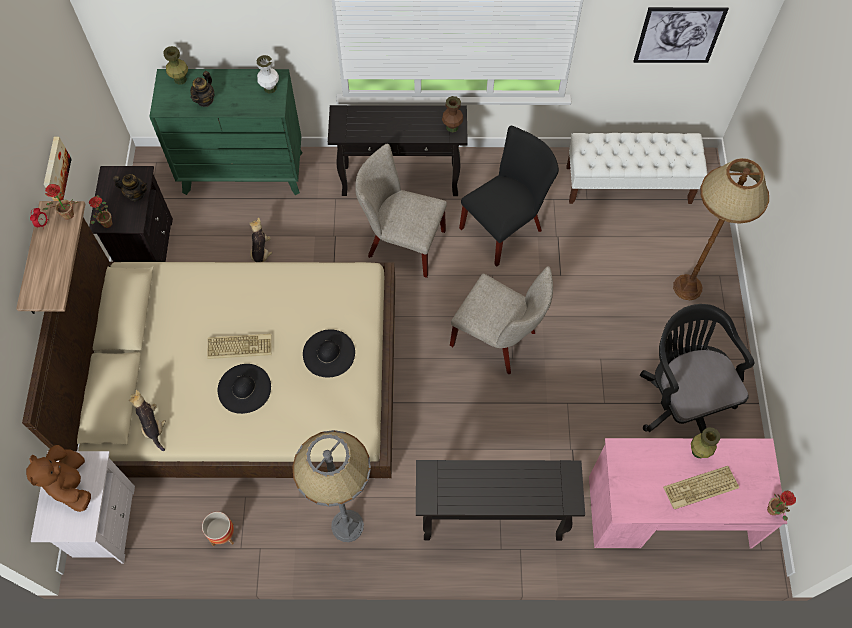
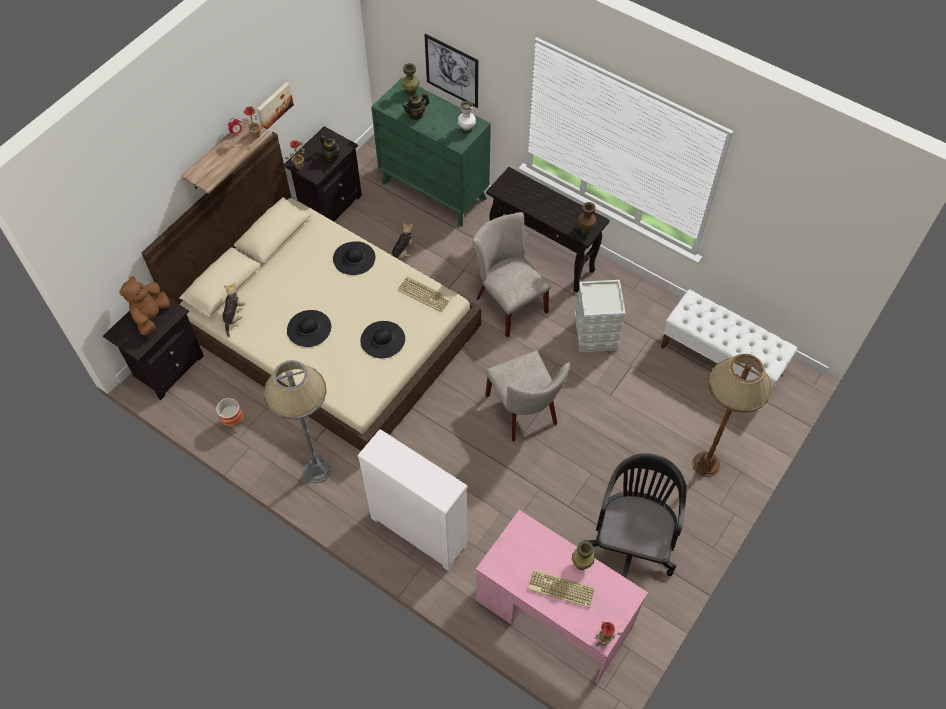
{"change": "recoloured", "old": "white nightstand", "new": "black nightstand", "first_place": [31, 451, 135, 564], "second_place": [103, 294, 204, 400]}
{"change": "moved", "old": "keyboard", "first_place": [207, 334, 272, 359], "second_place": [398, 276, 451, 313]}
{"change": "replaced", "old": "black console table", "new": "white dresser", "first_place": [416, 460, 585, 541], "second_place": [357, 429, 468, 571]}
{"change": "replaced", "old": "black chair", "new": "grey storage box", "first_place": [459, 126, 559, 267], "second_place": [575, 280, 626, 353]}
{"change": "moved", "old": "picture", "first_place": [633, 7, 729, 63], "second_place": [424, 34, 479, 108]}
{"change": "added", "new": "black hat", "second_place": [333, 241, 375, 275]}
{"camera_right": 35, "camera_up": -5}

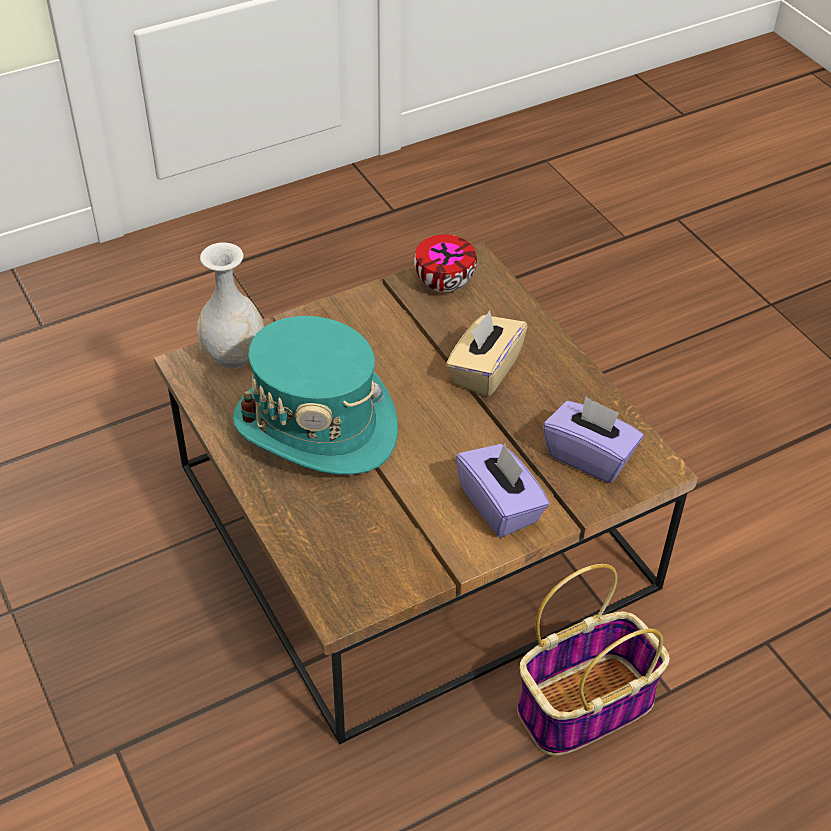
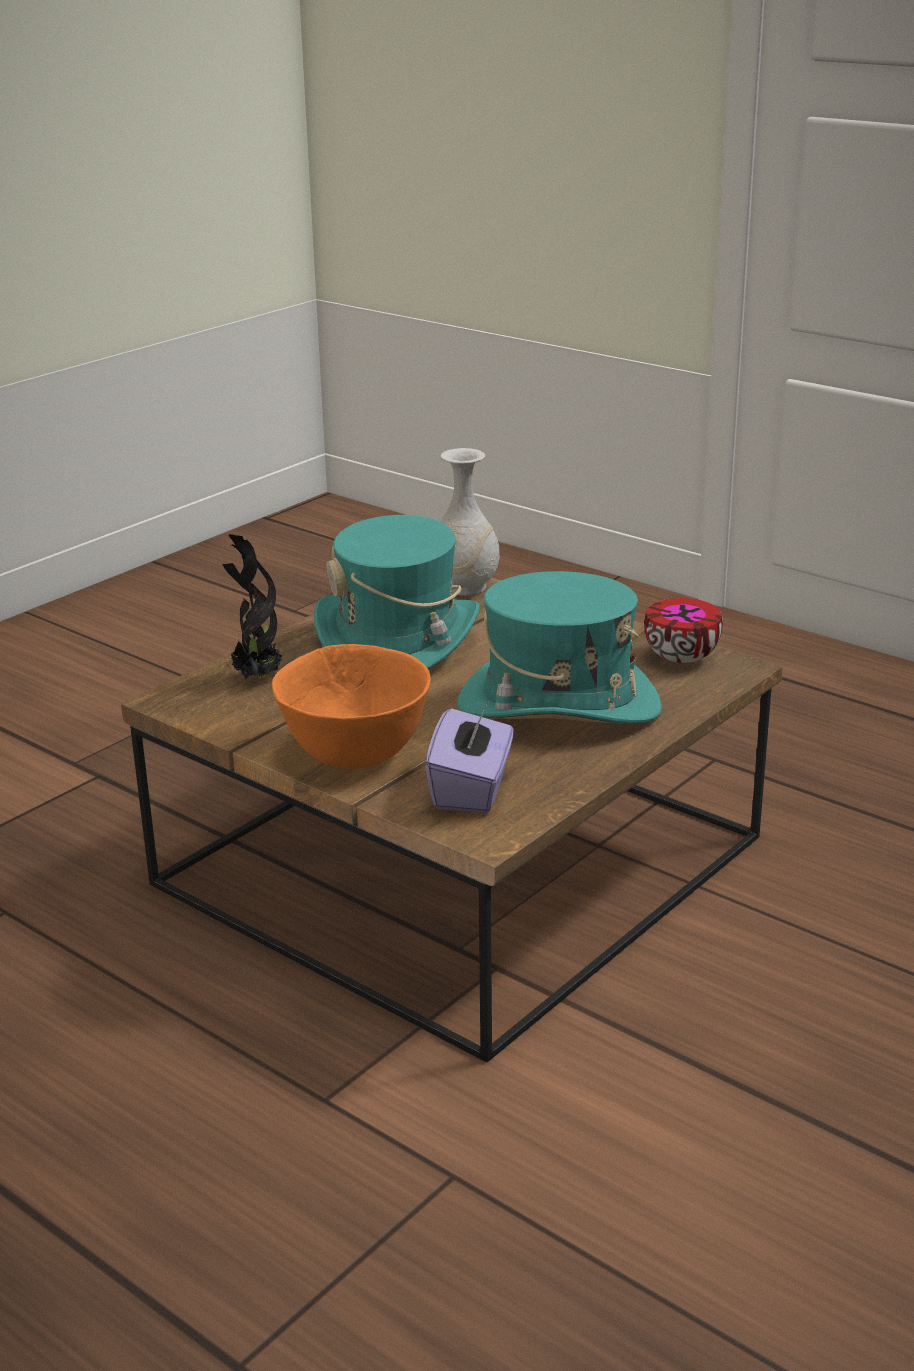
{"change": "replaced", "old": "beige tissue box", "new": "turquoise hat", "first_place": [446, 311, 528, 397], "second_place": [457, 571, 662, 724]}
{"change": "replaced", "old": "purple tissue box", "new": "orange bowl", "first_place": [456, 443, 550, 538], "second_place": [272, 644, 431, 769]}
{"change": "removed", "old": "basket", "first_place": [517, 564, 670, 756]}
{"change": "added", "new": "potted plant", "second_place": [222, 534, 282, 679]}
{"camera_right": 70, "camera_up": -20}

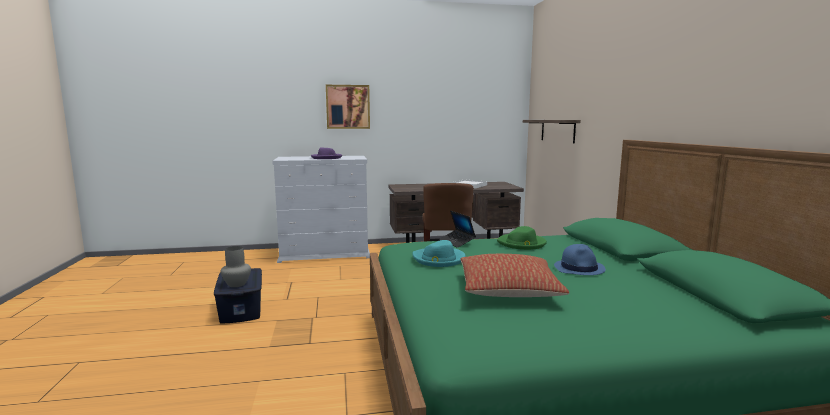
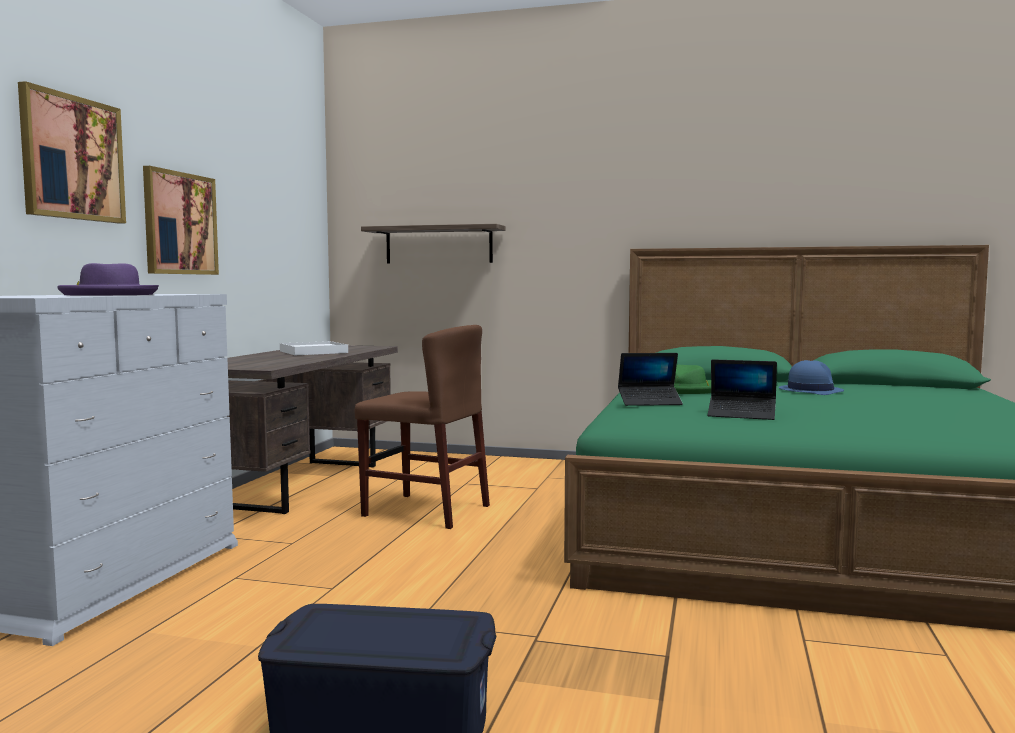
{"change": "removed", "old": "grey vase", "first_place": [221, 246, 251, 287]}
{"change": "replaced", "old": "turquoise hat", "new": "laptop", "first_place": [412, 240, 466, 267], "second_place": [707, 359, 777, 420]}
{"change": "removed", "old": "pillow", "first_place": [461, 254, 569, 297]}
{"change": "added", "new": "picture", "second_place": [143, 166, 219, 275]}
{"camera_right": -65, "camera_up": -5}

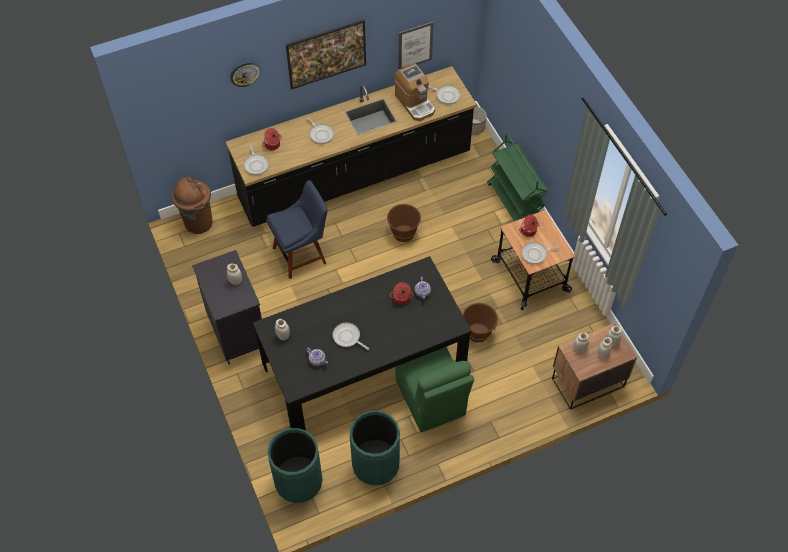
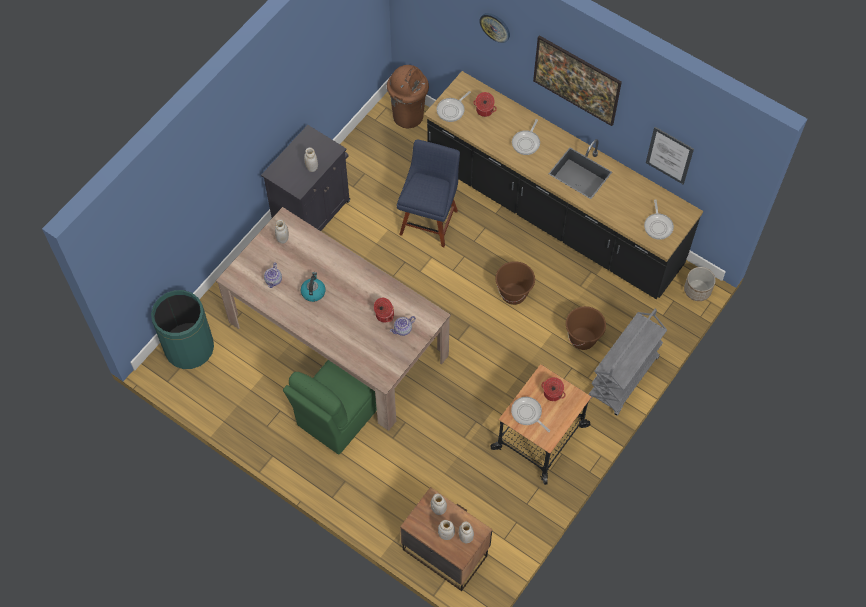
{"change": "recoloured", "old": "black dining table", "new": "beige dining table", "first_place": [253, 256, 472, 431], "second_place": [216, 207, 451, 431]}
{"change": "turned", "old": "blue chair", "first_place": [266, 180, 328, 279], "second_place": [397, 140, 460, 247], "degrees": -105}
{"change": "replaced", "old": "frying pan", "new": "kettle", "first_place": [333, 323, 369, 350], "second_place": [301, 272, 326, 302]}
{"change": "removed", "old": "green trash can", "first_place": [350, 411, 400, 486]}
{"change": "removed", "old": "coffee machine", "first_place": [395, 63, 435, 121]}
{"change": "moved", "old": "brown bucket", "first_place": [462, 303, 498, 343], "second_place": [566, 306, 606, 350]}
{"change": "recoloured", "old": "green cart", "new": "grey cart", "first_place": [487, 134, 548, 221], "second_place": [588, 309, 667, 416]}
{"camera_right": 60, "camera_up": 5}

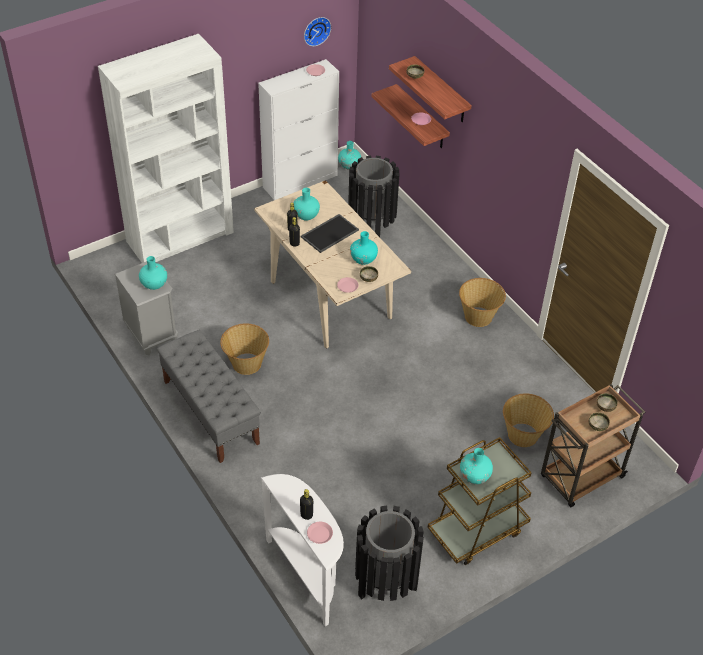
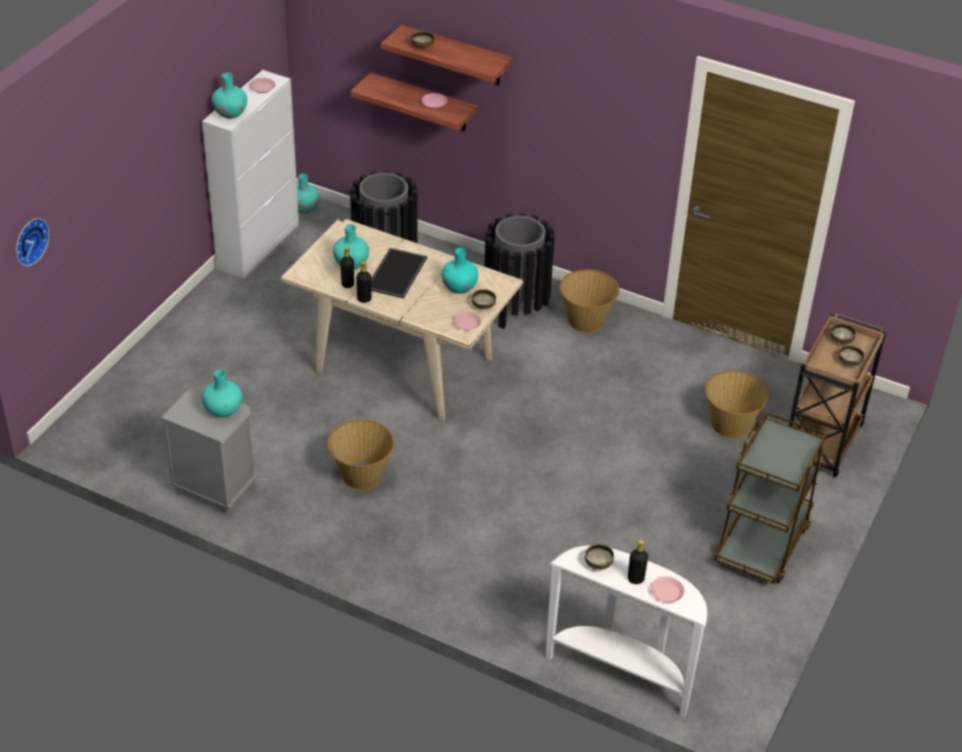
{"change": "removed", "old": "white bookcase", "first_place": [98, 34, 234, 263]}
{"change": "removed", "old": "grey bench", "first_place": [157, 330, 261, 463]}
{"change": "moved", "old": "wall clock", "first_place": [304, 17, 331, 46], "second_place": [16, 218, 49, 266]}
{"change": "moved", "old": "black trash can", "first_place": [355, 506, 424, 601], "second_place": [484, 213, 555, 329]}
{"change": "moved", "old": "turquoise vase", "first_place": [460, 448, 493, 484], "second_place": [212, 73, 247, 119]}
{"change": "added", "new": "bowl", "second_place": [585, 544, 614, 570]}
{"camera_right": -30, "camera_up": -5}

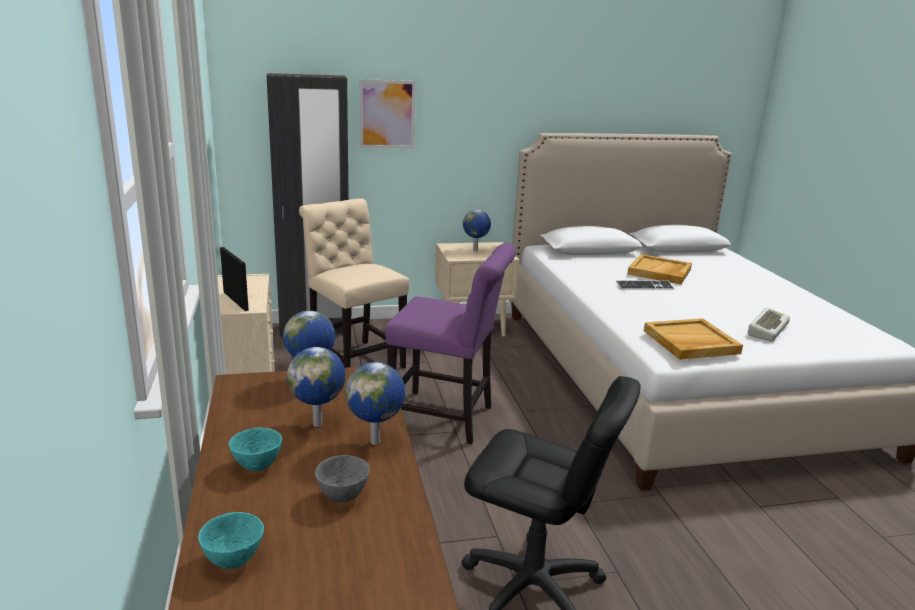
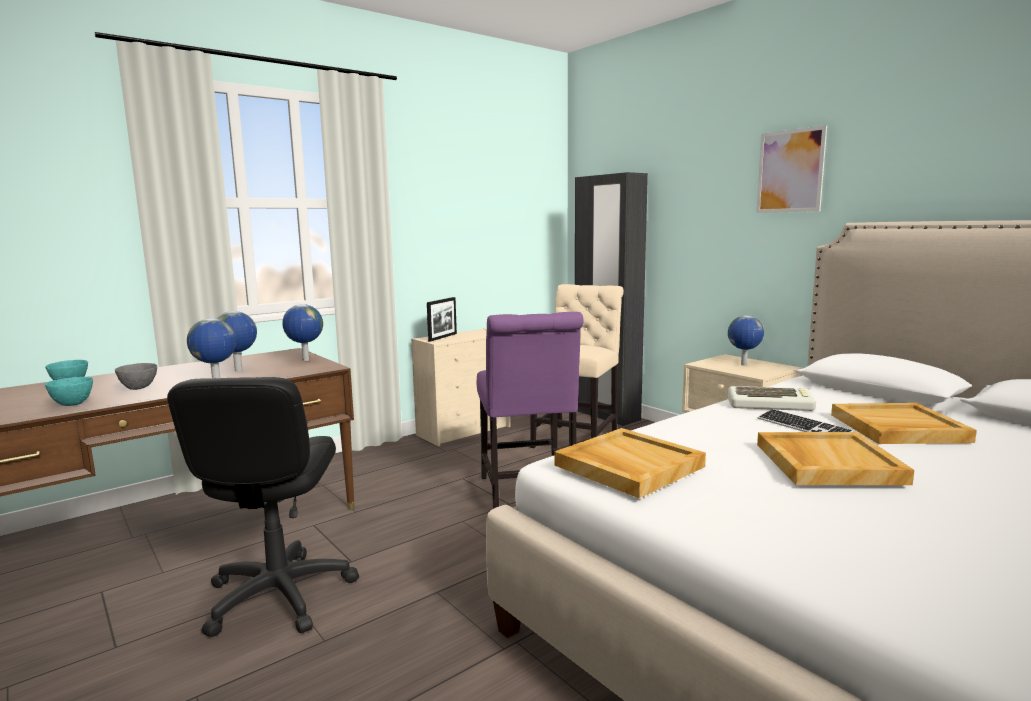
{"change": "moved", "old": "turquoise bowl", "first_place": [229, 427, 282, 471], "second_place": [45, 377, 93, 406]}
{"change": "moved", "old": "picture", "first_place": [360, 79, 416, 148], "second_place": [756, 125, 827, 213]}
{"change": "moved", "old": "keyboard", "first_place": [748, 307, 790, 341], "second_place": [728, 386, 816, 411]}
{"change": "added", "new": "beige tray", "second_place": [757, 432, 914, 485]}
{"camera_right": 65, "camera_up": -10}

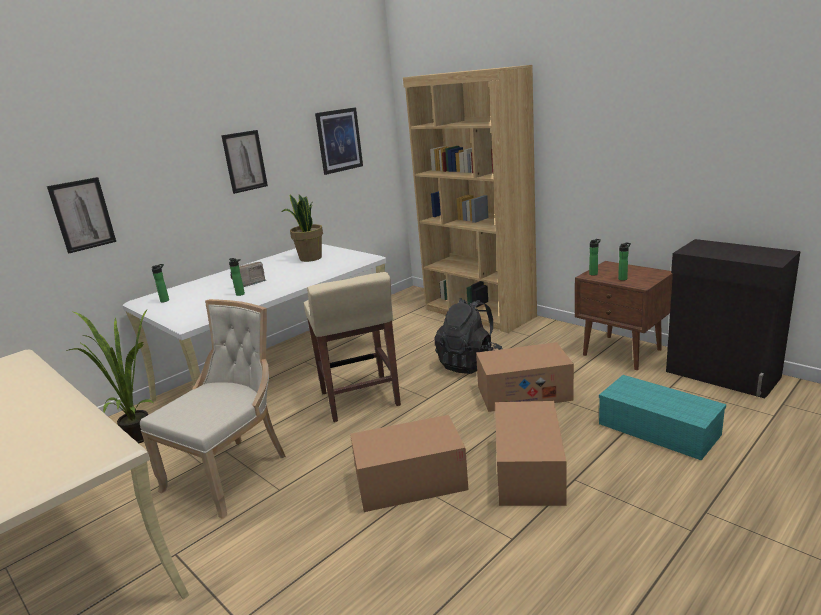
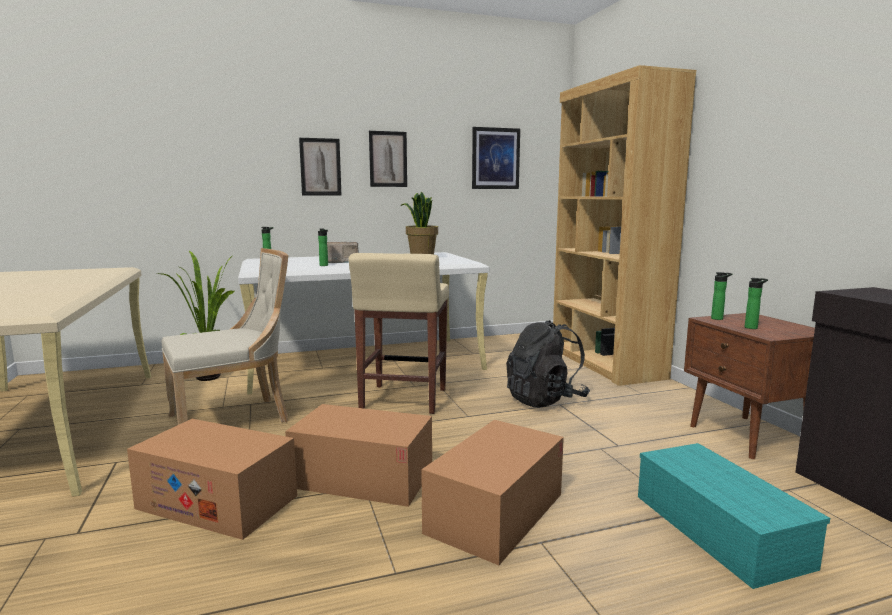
{"change": "moved", "old": "picture", "first_place": [47, 177, 116, 254], "second_place": [299, 138, 342, 196]}
{"change": "moved", "old": "cardboard box", "first_place": [476, 342, 574, 412], "second_place": [127, 419, 297, 540]}
{"camera_right": 25, "camera_up": -10}

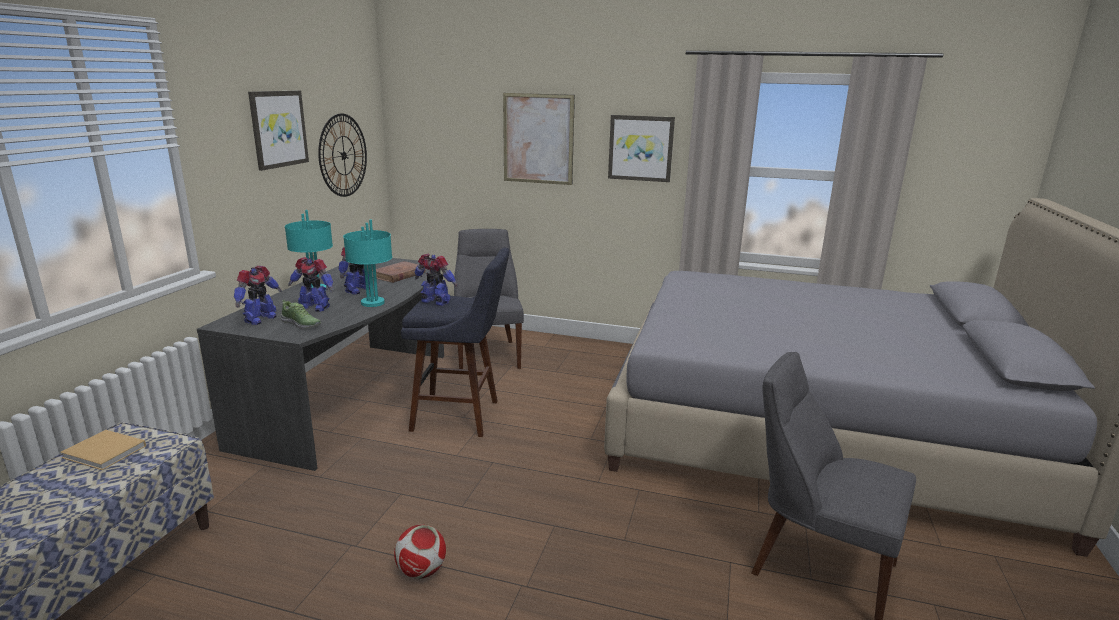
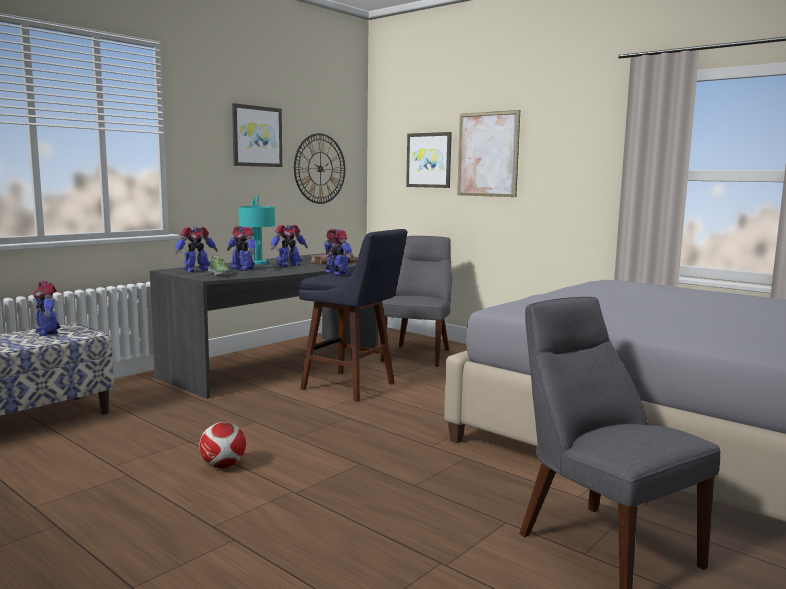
{"change": "replaced", "old": "beige book", "new": "toy robot", "first_place": [60, 430, 146, 470], "second_place": [33, 281, 61, 336]}
{"change": "removed", "old": "turquoise table lamp", "first_place": [343, 220, 392, 307]}
{"change": "moved", "old": "picture", "first_place": [608, 115, 675, 182], "second_place": [406, 132, 452, 188]}
{"camera_right": 25, "camera_up": -10}

